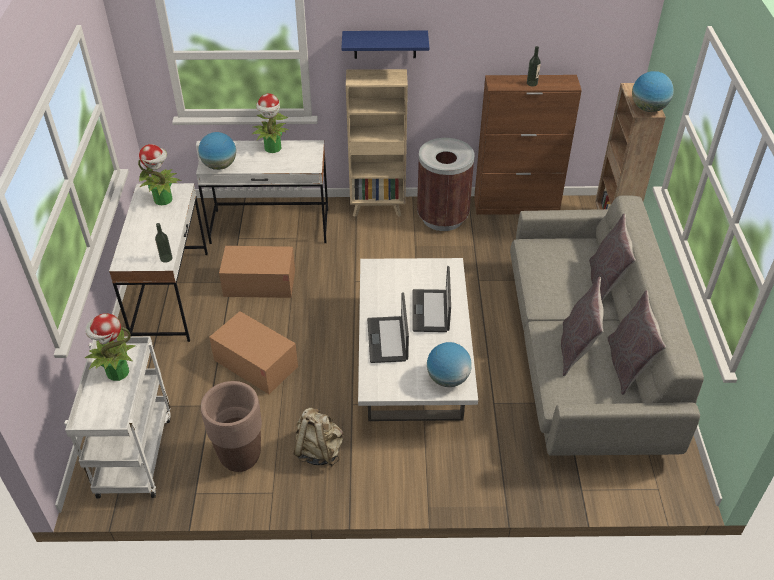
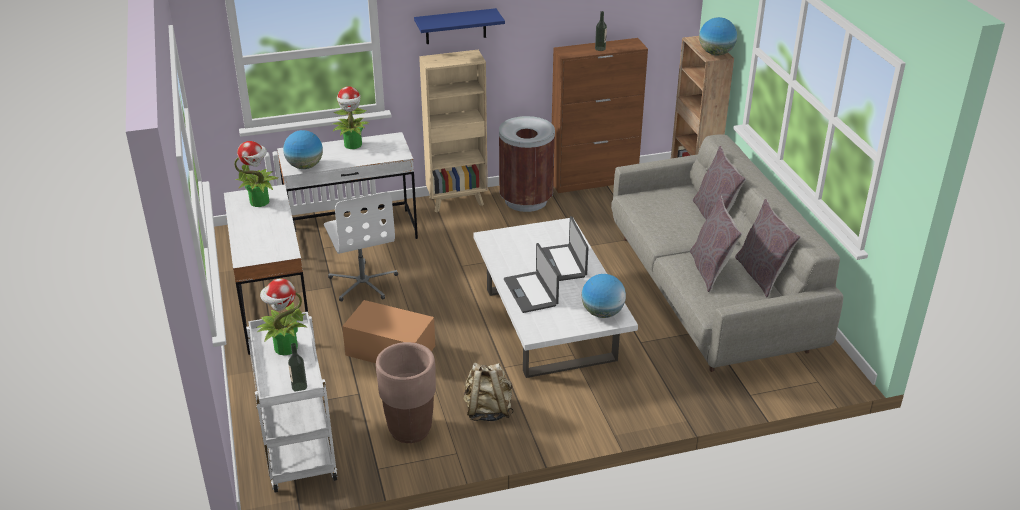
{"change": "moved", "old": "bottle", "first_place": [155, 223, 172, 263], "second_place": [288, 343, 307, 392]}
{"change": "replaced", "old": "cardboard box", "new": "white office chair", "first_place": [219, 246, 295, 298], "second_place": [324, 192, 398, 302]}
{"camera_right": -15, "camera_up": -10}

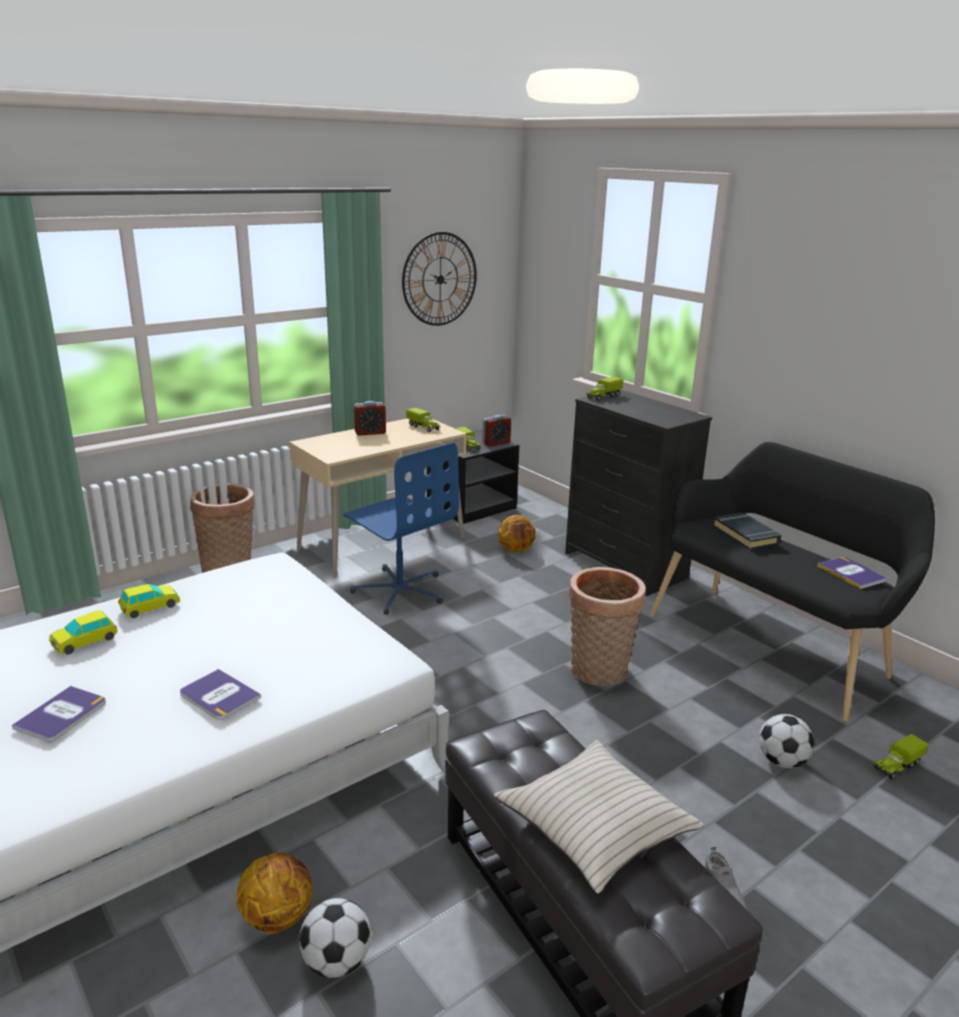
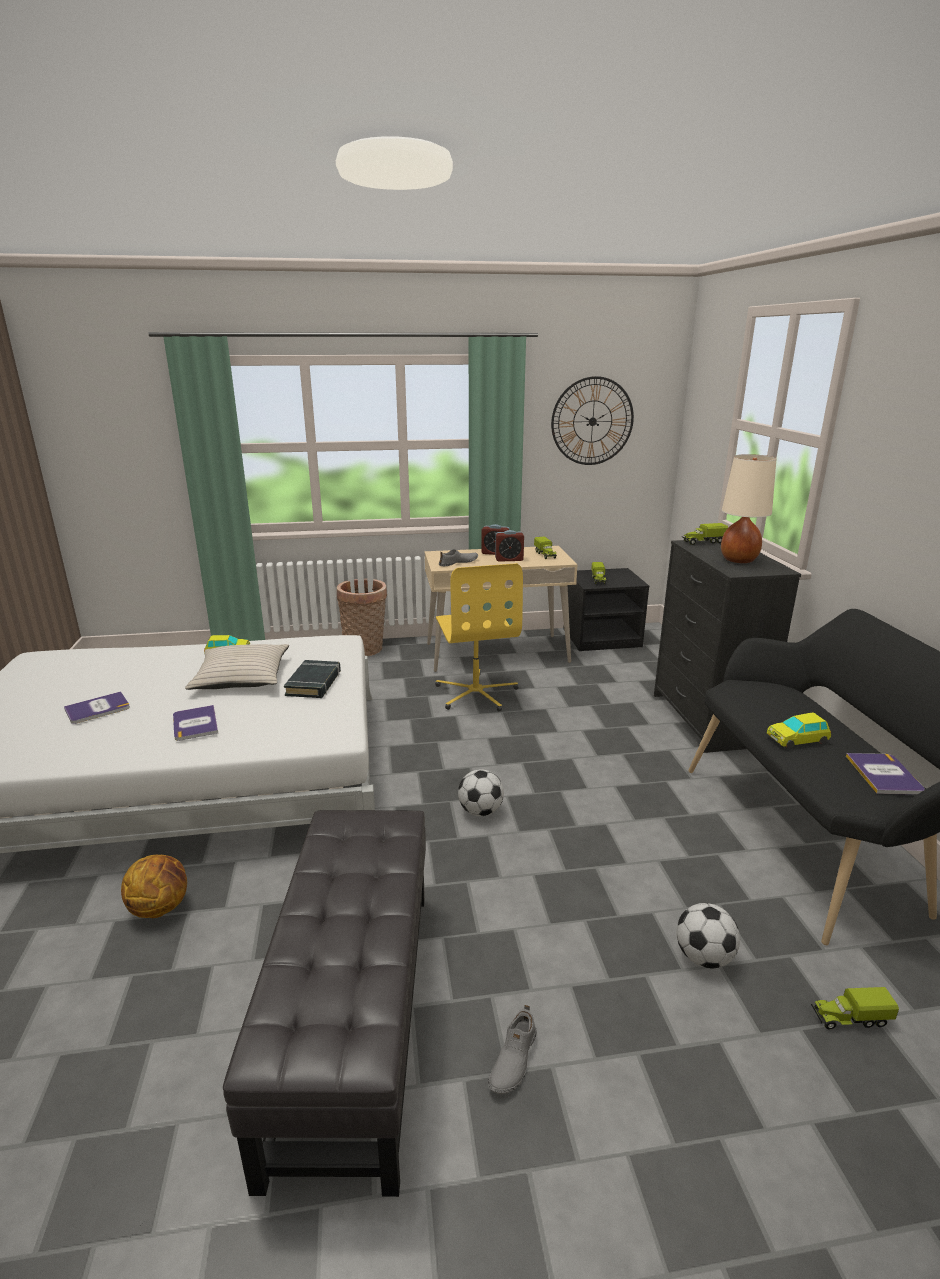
{"change": "moved", "old": "toy car", "first_place": [49, 610, 117, 655], "second_place": [767, 713, 831, 749]}
{"change": "moved", "old": "football", "first_place": [299, 898, 371, 978], "second_place": [458, 769, 504, 816]}
{"change": "recoloured", "old": "blue office chair", "new": "yellow office chair", "first_place": [343, 442, 459, 615], "second_place": [435, 563, 523, 712]}
{"change": "moved", "old": "alarm clock", "first_place": [482, 415, 511, 447], "second_place": [495, 530, 524, 562]}
{"change": "moved", "old": "beige pillow", "first_place": [494, 740, 704, 894], "second_place": [185, 644, 289, 690]}
{"change": "removed", "old": "basketball", "first_place": [498, 515, 536, 552]}
{"change": "removed", "old": "basket", "first_place": [569, 567, 646, 686]}
{"change": "moved", "old": "black book", "first_place": [713, 512, 782, 550], "second_place": [284, 660, 341, 698]}
{"change": "added", "new": "grey shoe", "second_place": [439, 549, 478, 566]}
{"change": "added", "new": "beige table lamp", "second_place": [721, 454, 776, 563]}
{"camera_right": 30, "camera_up": 0}

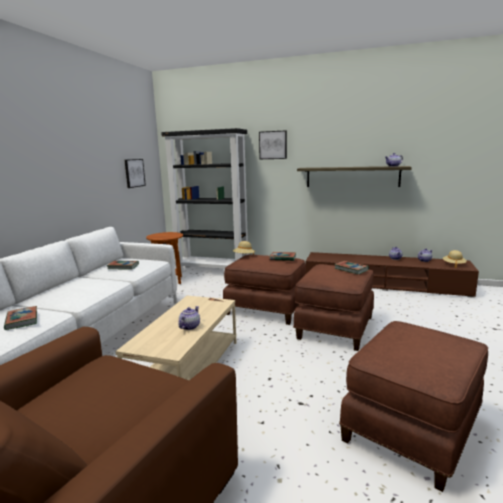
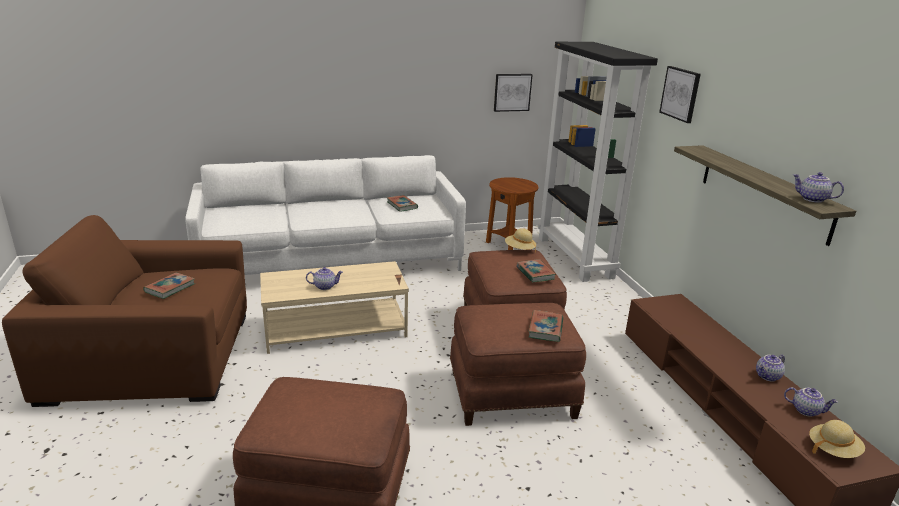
{"change": "moved", "old": "book", "first_place": [4, 306, 37, 330], "second_place": [143, 272, 195, 299]}
{"camera_right": 55, "camera_up": 10}

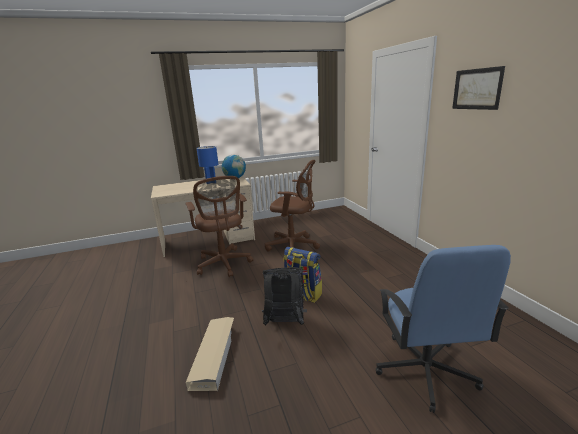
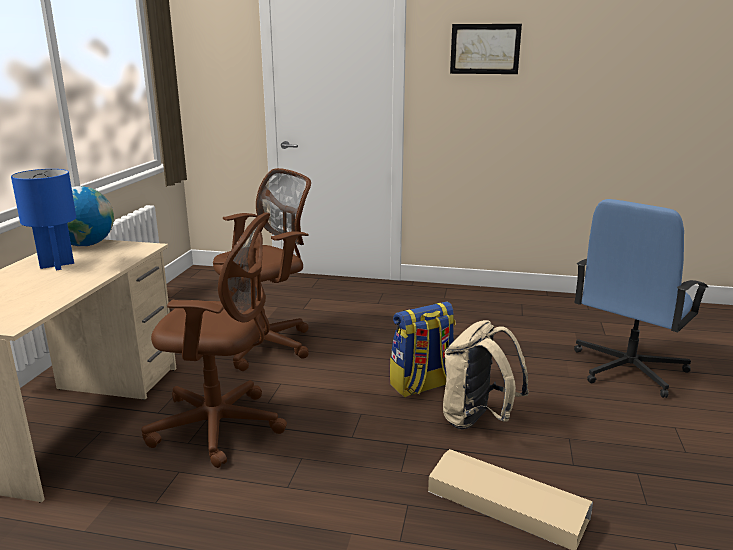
{"change": "recoloured", "old": "black backpack", "new": "beige backpack", "first_place": [262, 267, 307, 325], "second_place": [443, 320, 529, 430]}
{"change": "turned", "old": "blue office chair", "first_place": [376, 245, 511, 413], "second_place": [574, 199, 708, 398], "degrees": 105}
{"camera_right": -60, "camera_up": 0}

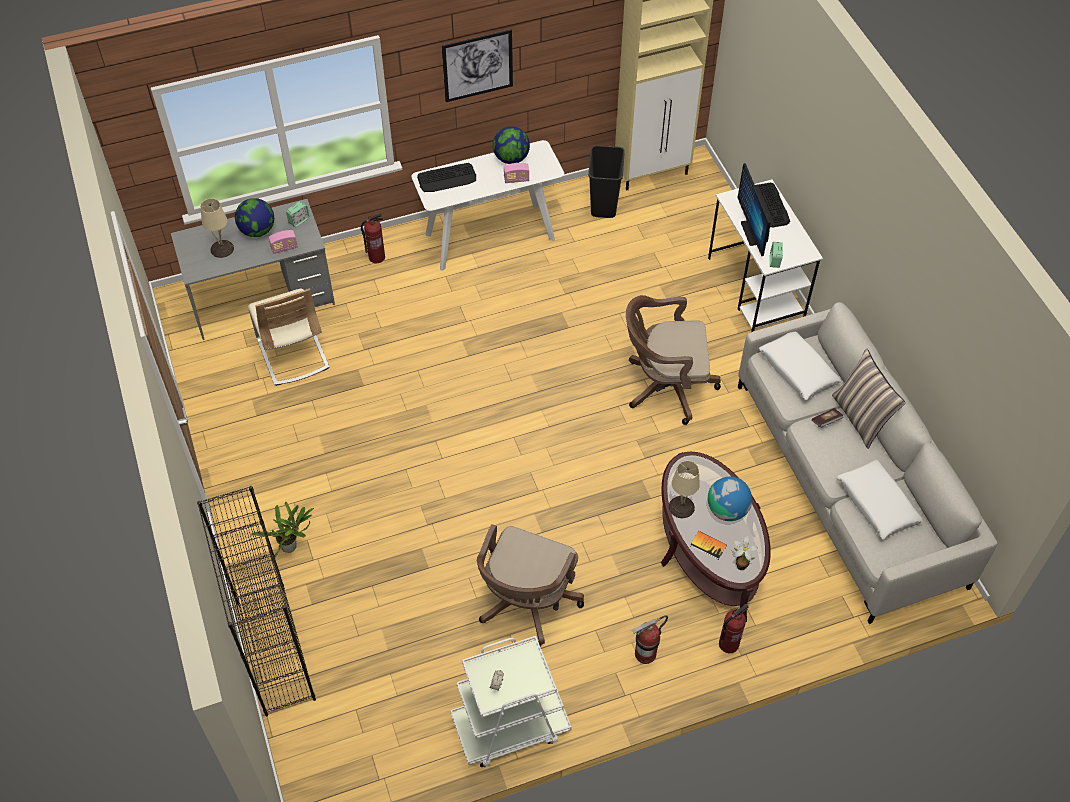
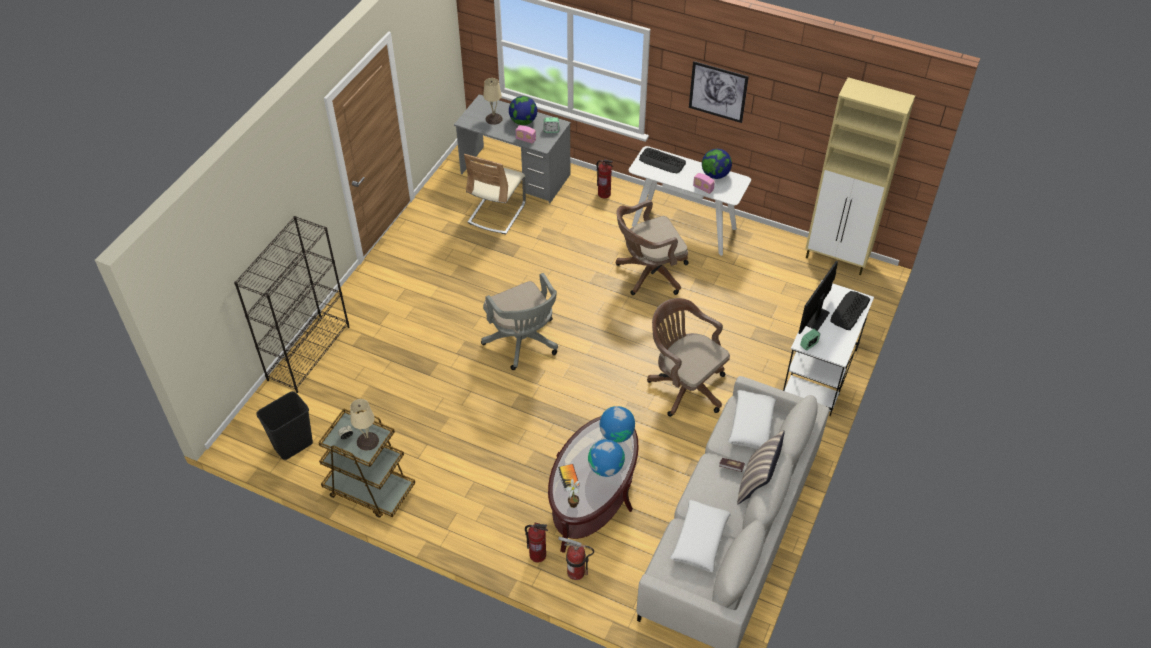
{"change": "removed", "old": "potted plant", "first_place": [251, 502, 314, 557]}
{"change": "recoloured", "old": "white cart", "new": "brown cart", "first_place": [450, 636, 572, 767], "second_place": [318, 409, 415, 518]}
{"change": "moved", "old": "brown office chair", "first_place": [477, 524, 584, 647], "second_place": [616, 200, 689, 295]}
{"change": "moved", "old": "black trash can", "first_place": [588, 145, 625, 218], "second_place": [256, 391, 313, 460]}
{"change": "moved", "old": "fire extinguisher", "first_place": [632, 615, 668, 664], "second_place": [558, 537, 594, 580]}
{"change": "moved", "old": "beige table lamp", "first_place": [669, 461, 700, 518], "second_place": [350, 399, 379, 451]}
{"change": "added", "new": "grey office chair", "second_place": [481, 273, 558, 370]}
{"change": "added", "new": "globe", "second_place": [600, 406, 635, 443]}
{"camera_right": 45, "camera_up": -5}

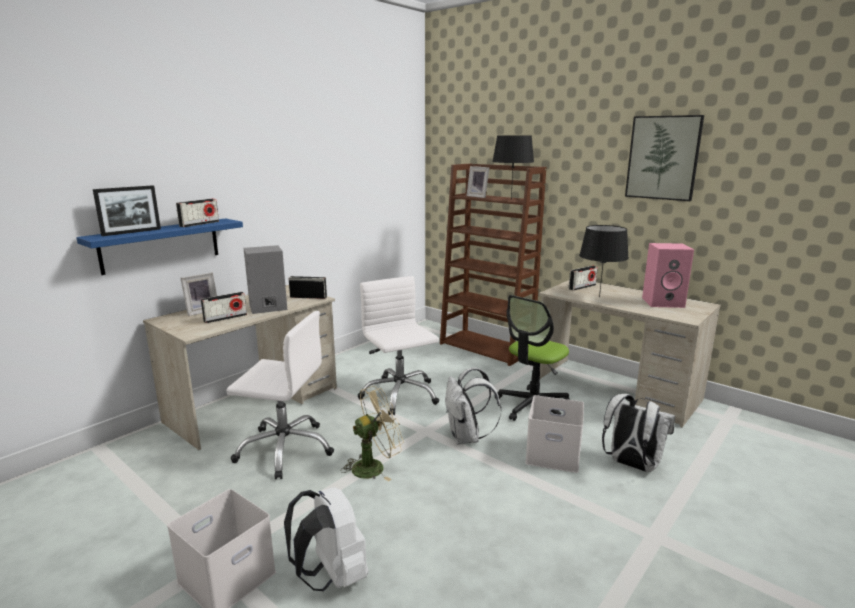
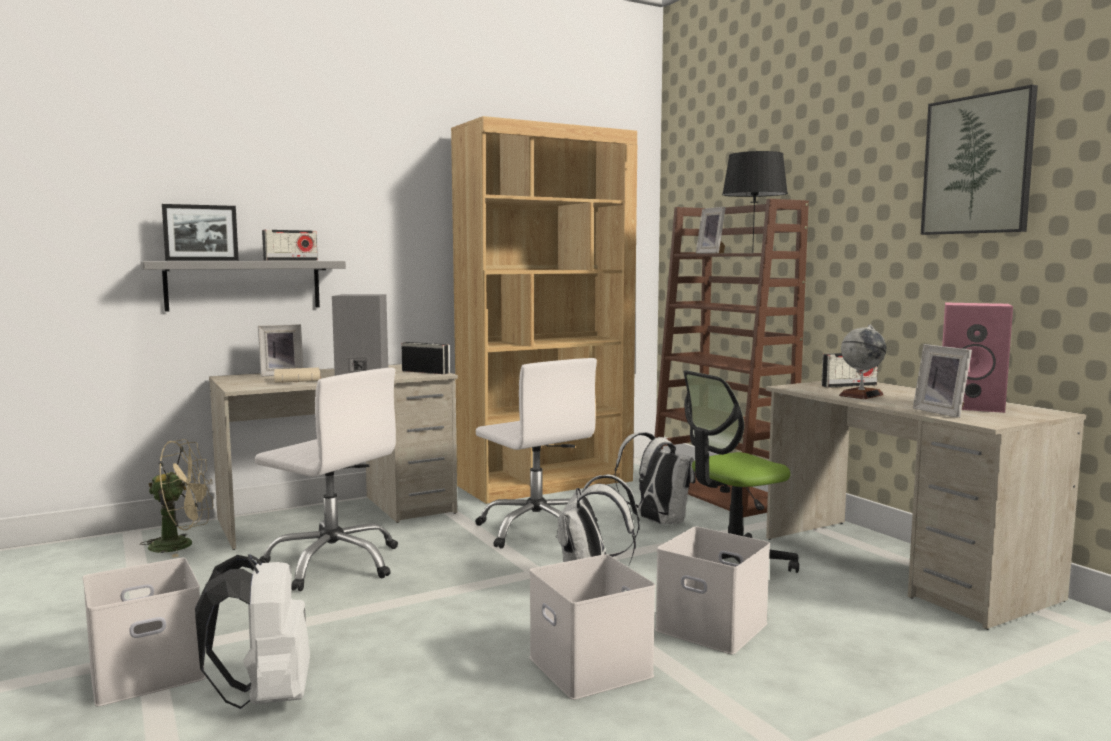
{"change": "recoloured", "old": "blue shelf", "new": "grey shelf", "first_place": [76, 218, 243, 275], "second_place": [140, 261, 346, 312]}
{"change": "replaced", "old": "radio", "new": "beige book", "first_place": [201, 292, 247, 323], "second_place": [274, 367, 320, 383]}
{"change": "moved", "old": "beige fan", "first_place": [340, 386, 404, 481], "second_place": [140, 439, 213, 558]}
{"change": "turned", "old": "white office chair", "first_place": [358, 276, 439, 415], "second_place": [475, 358, 597, 549], "degrees": 150}
{"change": "replaced", "old": "black table lamp", "new": "globe", "first_place": [579, 225, 629, 298], "second_place": [839, 325, 887, 399]}
{"change": "moved", "old": "white backpack", "first_place": [602, 394, 675, 472], "second_place": [614, 432, 695, 524]}
{"change": "added", "new": "brown bookcase", "second_place": [451, 116, 637, 504]}
{"change": "added", "new": "white storage box", "second_place": [529, 554, 655, 700]}
{"change": "added", "new": "picture frame", "second_place": [913, 344, 972, 418]}
{"camera_right": 20, "camera_up": -10}

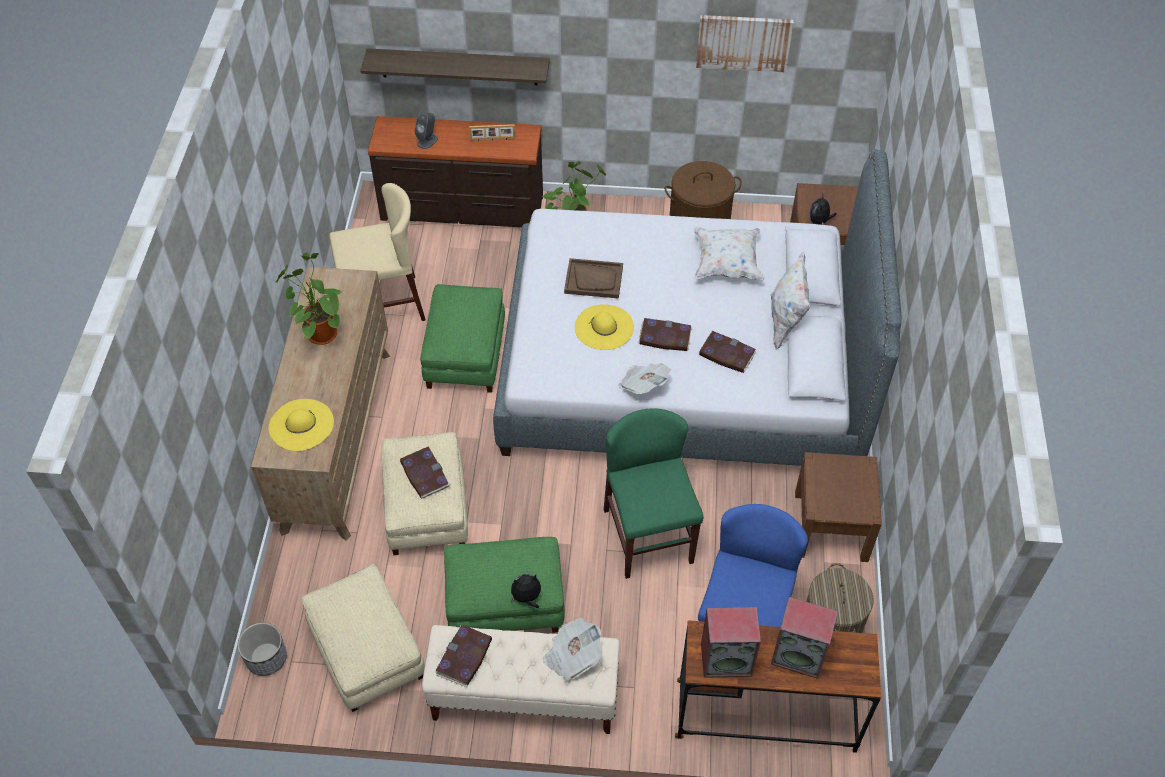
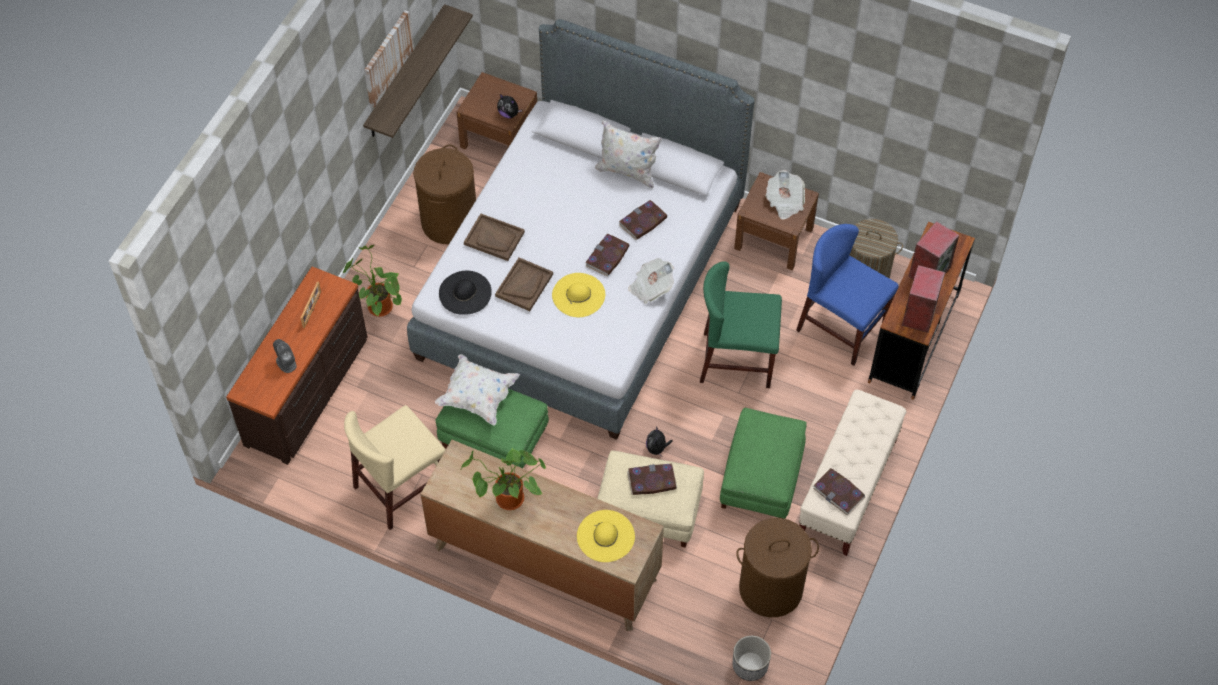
{"change": "replaced", "old": "beige ottoman", "new": "brown laundry basket", "first_place": [301, 564, 425, 712], "second_place": [736, 518, 819, 617]}
{"change": "turned", "old": "beige chair", "first_place": [329, 183, 426, 321], "second_place": [344, 405, 446, 530], "degrees": -135}
{"change": "moved", "old": "shelf", "first_place": [360, 48, 550, 85], "second_place": [363, 4, 473, 138]}
{"change": "moved", "old": "plush toy", "first_place": [511, 574, 541, 608], "second_place": [646, 426, 672, 457]}
{"change": "moved", "old": "newspaper", "first_place": [543, 618, 603, 681], "second_place": [765, 170, 805, 220]}
{"change": "moved", "old": "white pillow", "first_place": [694, 227, 765, 280], "second_place": [435, 354, 520, 425]}
{"change": "added", "new": "black hat", "second_place": [439, 271, 492, 315]}
{"change": "added", "new": "brown tray", "second_place": [464, 213, 525, 261]}
{"camera_right": -70, "camera_up": 5}

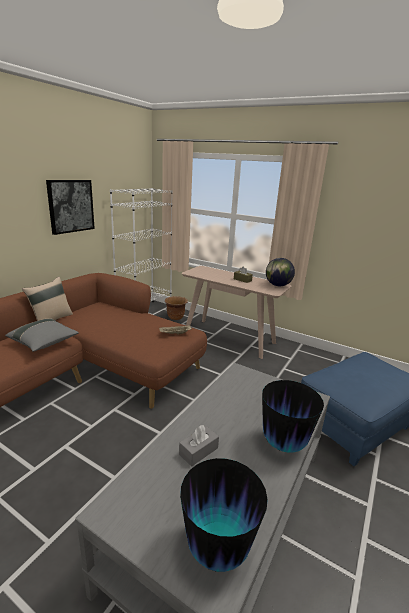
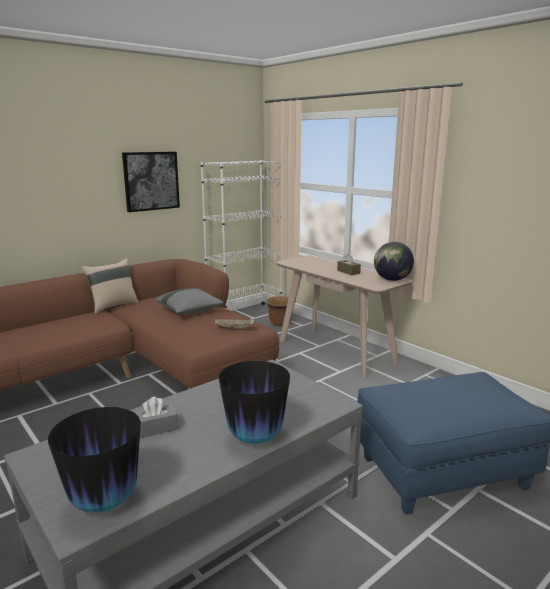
{"change": "moved", "old": "grey pillow", "first_place": [5, 318, 79, 352], "second_place": [155, 288, 224, 314]}
{"camera_right": 20, "camera_up": -5}

